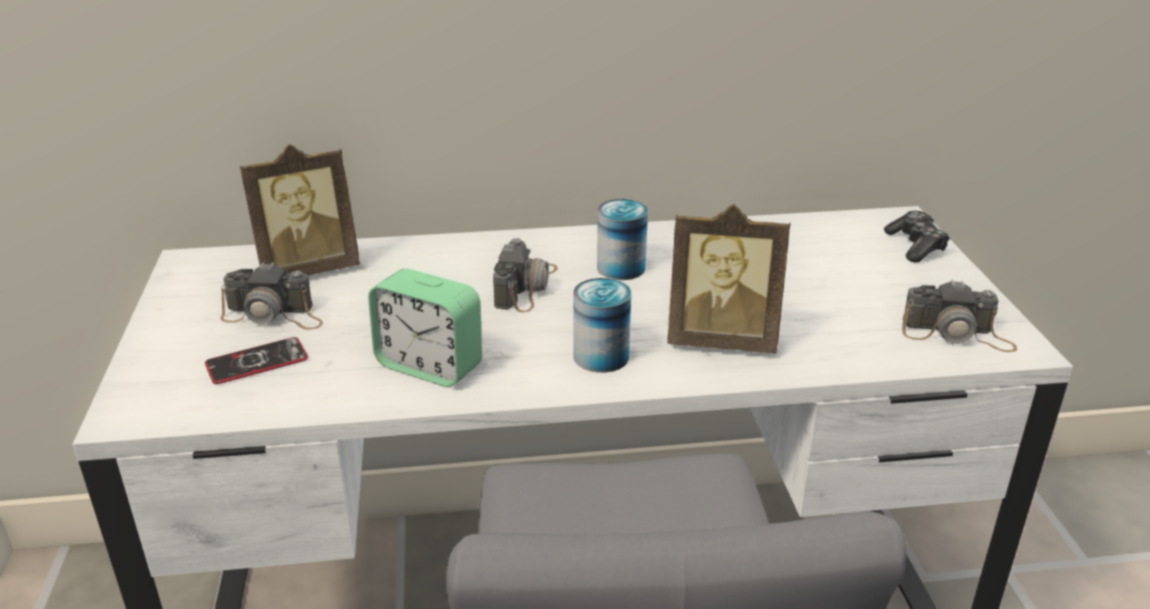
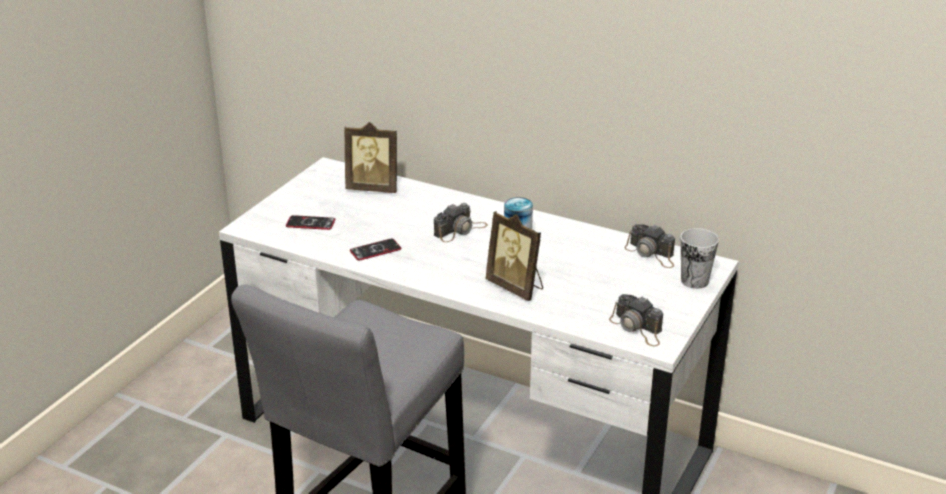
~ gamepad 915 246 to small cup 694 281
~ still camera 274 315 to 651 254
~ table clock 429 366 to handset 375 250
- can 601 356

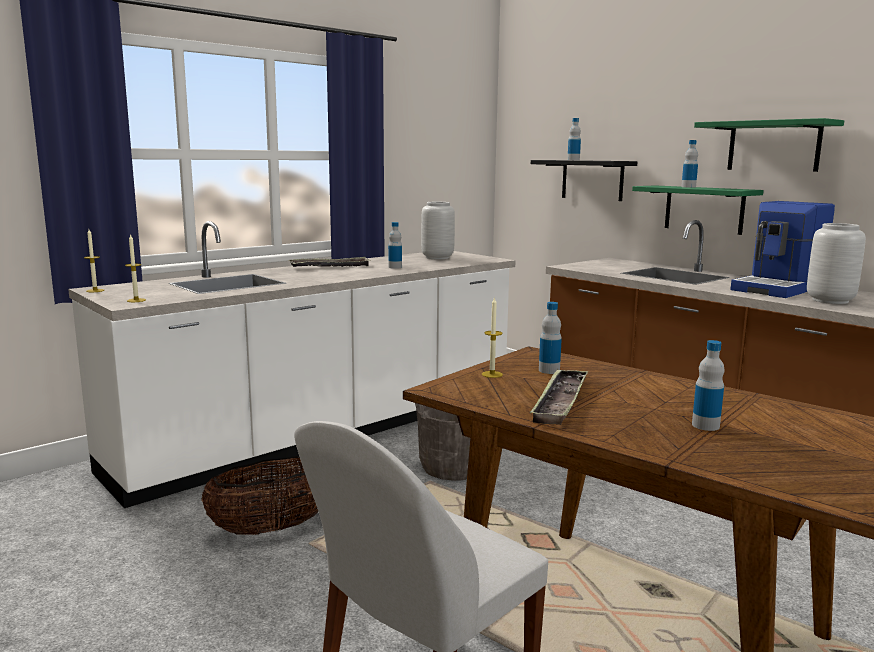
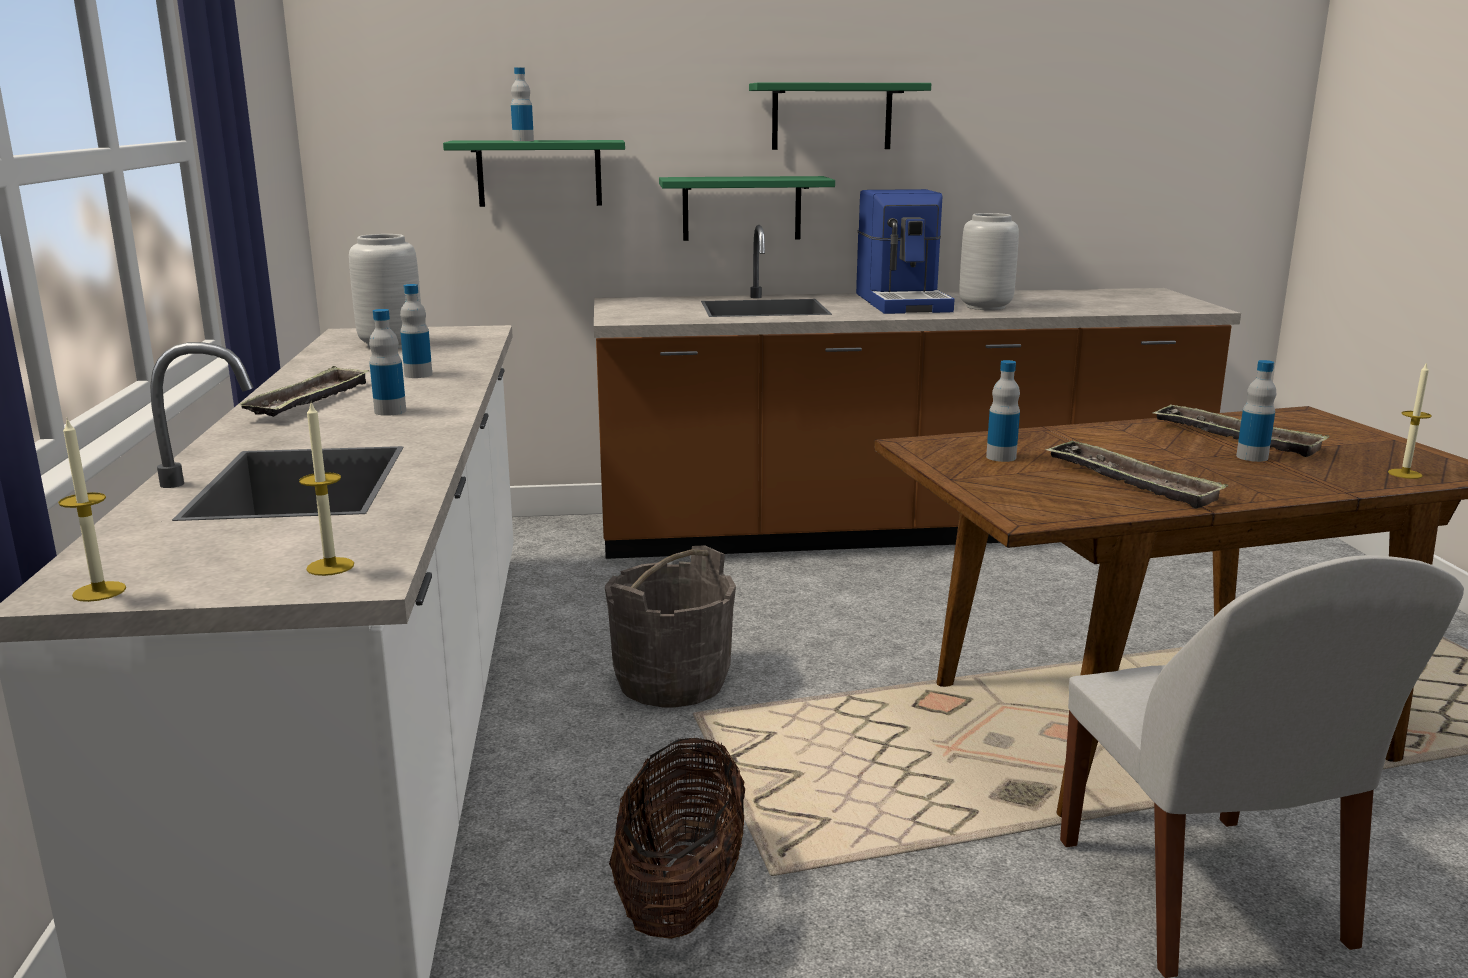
~ bottle 688 187 to 390 411
~ black bracket shelf 592 180 to green-coloured bracket shelf 539 173
~ wax light 492 374 to 1405 474
+ tray 1235 438

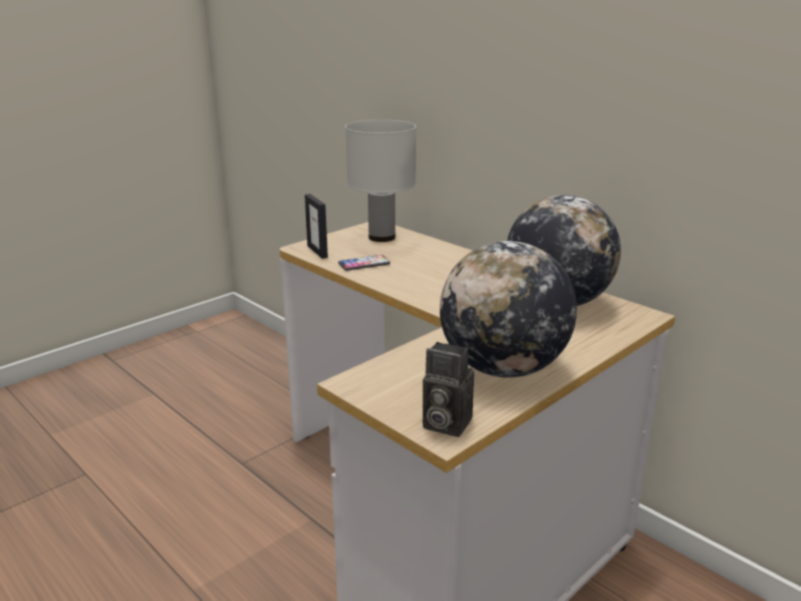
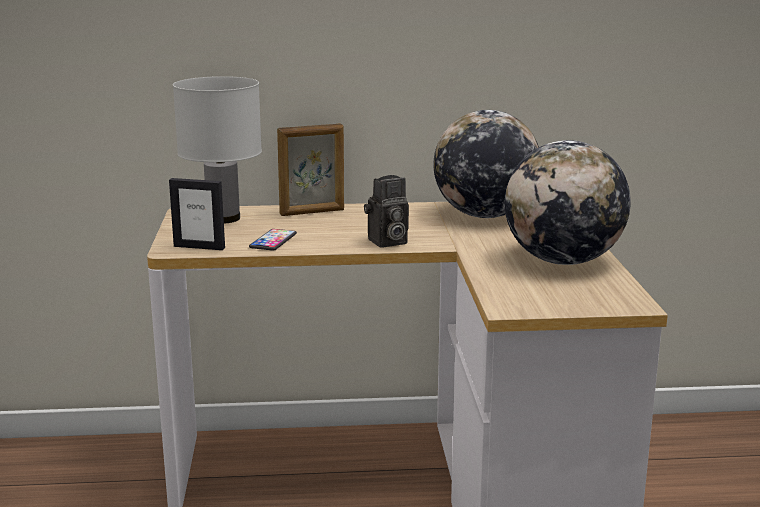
~ still camera 443 423 to 386 242
+ photo frame 312 212

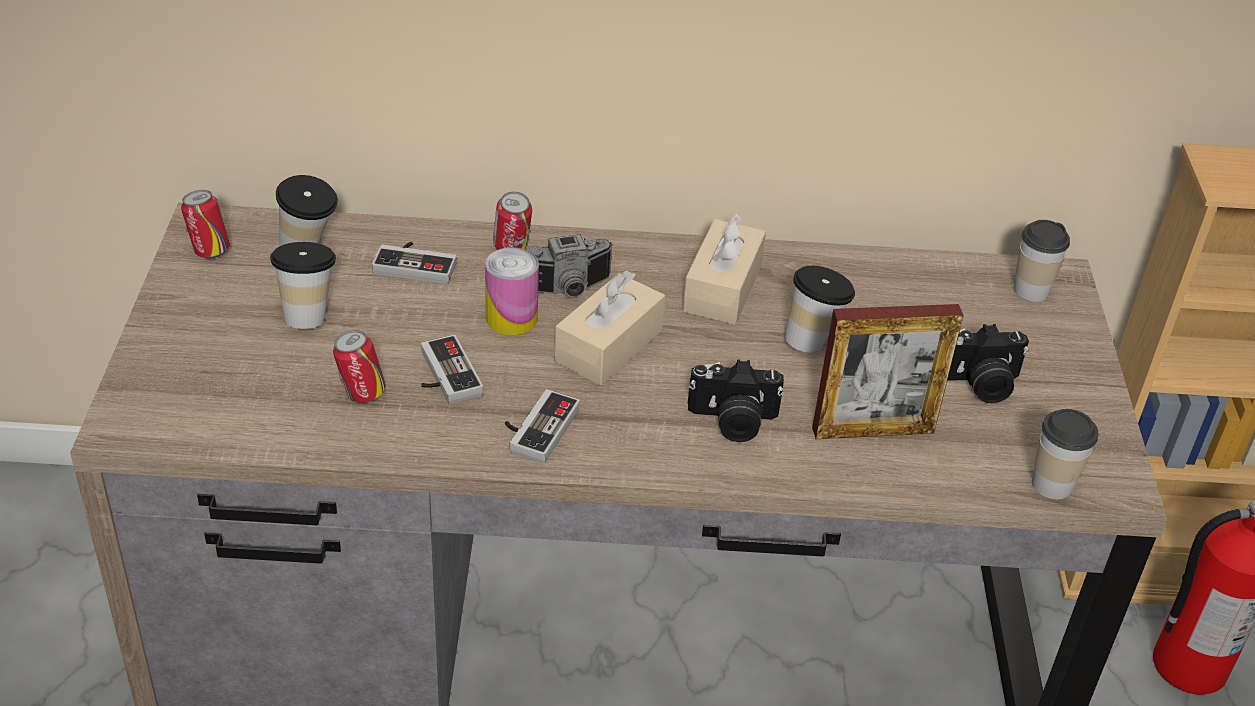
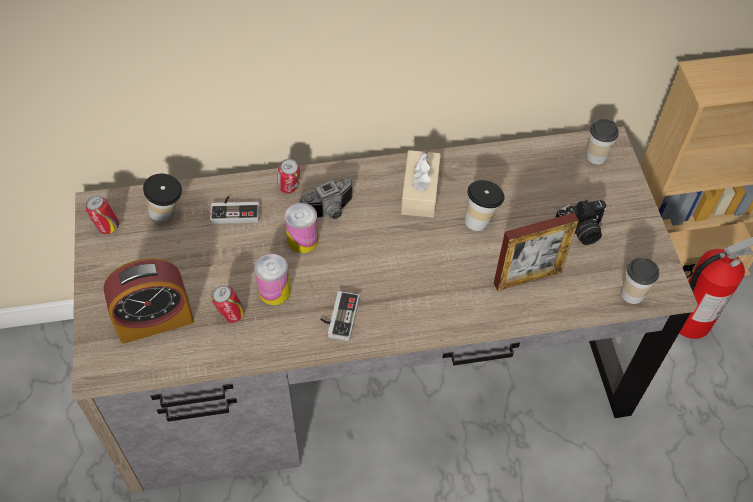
- small cup 308 314
- beige-coloured tissue box 609 346
~ gamepad 443 376 to can 274 291
- still camera 732 421
+ table clock 155 320

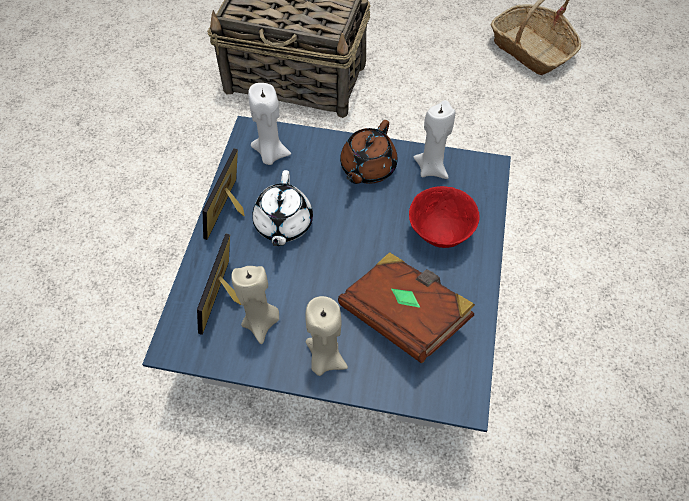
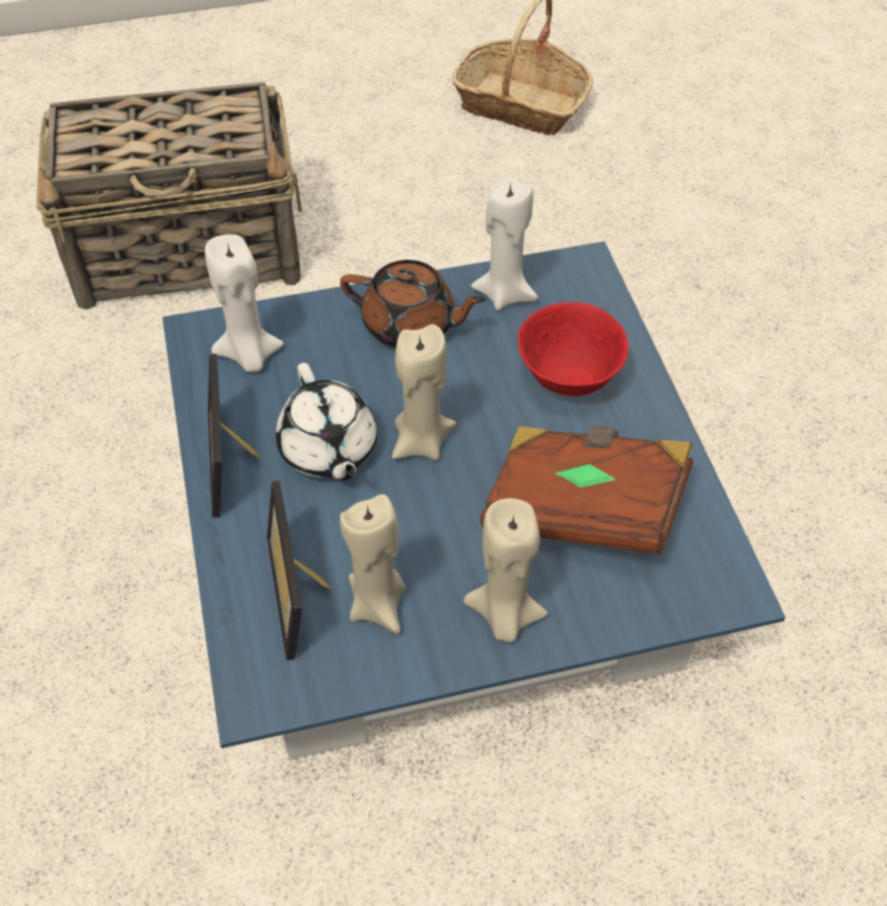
~ brown pot for tea 367 168 = 410 325 75 degrees counterclockwise
+ beige-coloured wax light 421 442

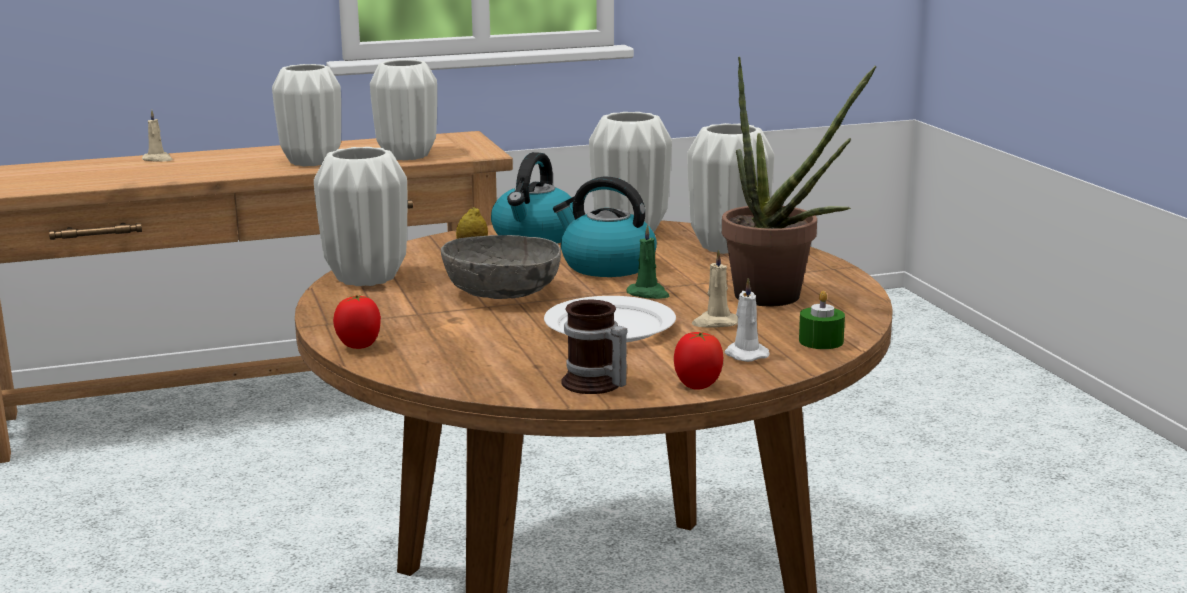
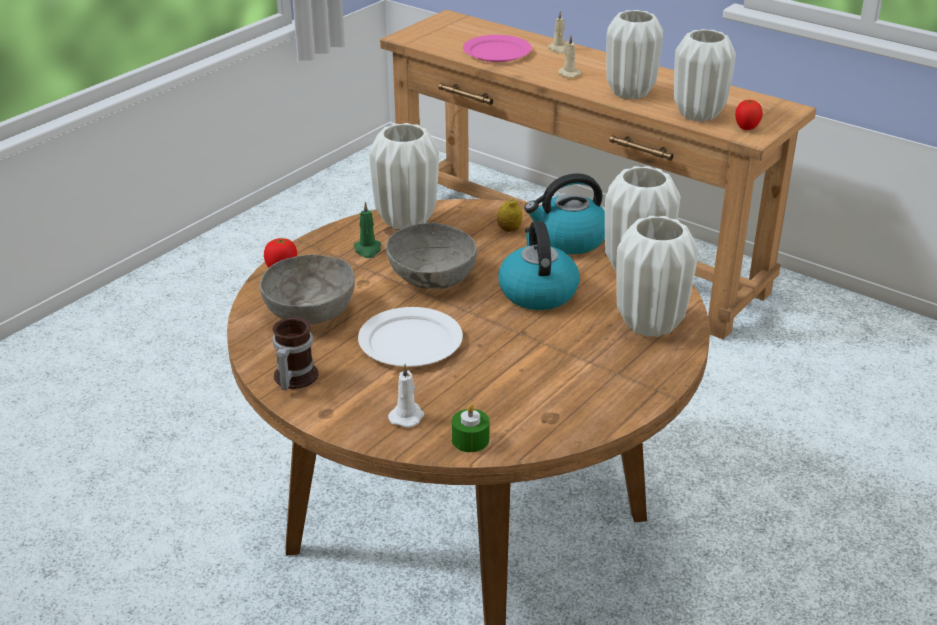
- plant in a pot 779 299
~ green-coloured wax light 649 294 to 367 250
~ beige-coloured wax light 715 323 to 568 74
~ fresh tomato 698 386 to 746 128
+ pink dinner plate 497 52
+ grey bowl 310 311

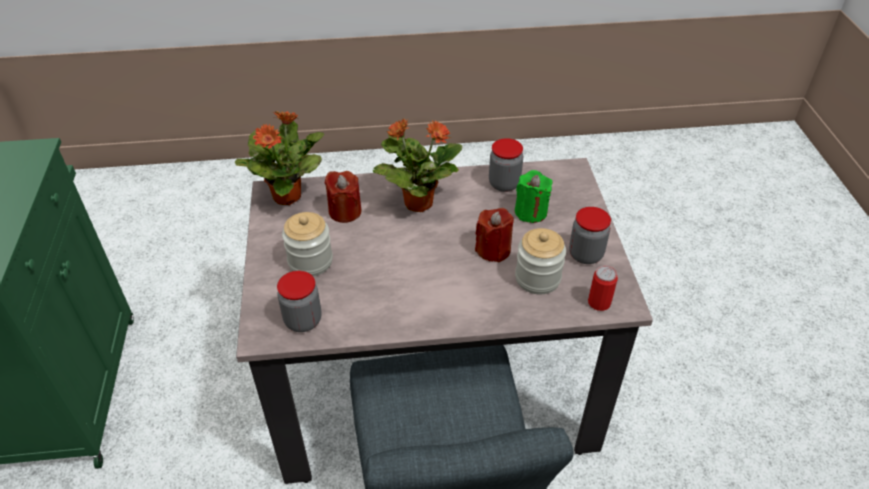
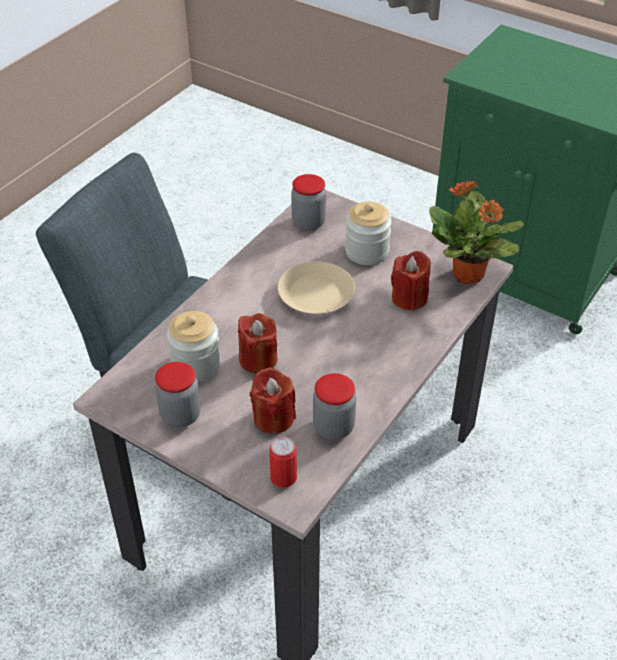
- plant in a pot 417 202
~ green-coloured wax light 531 212 to red wax light 273 418
~ can 599 302 to 283 477
+ beige-coloured dinner plate 316 294

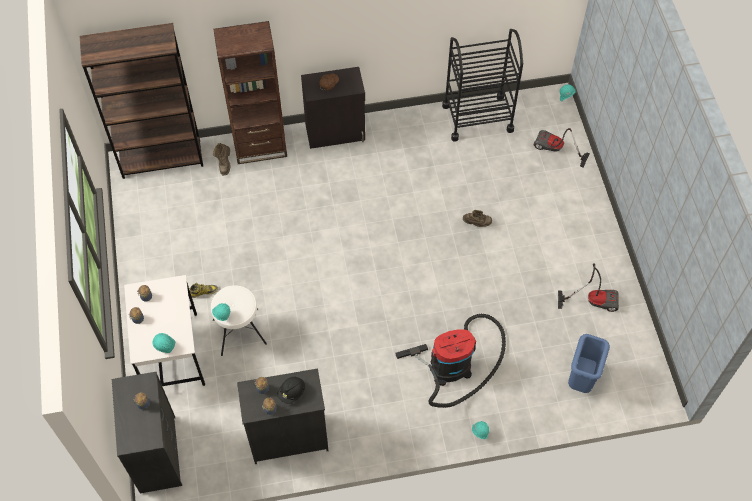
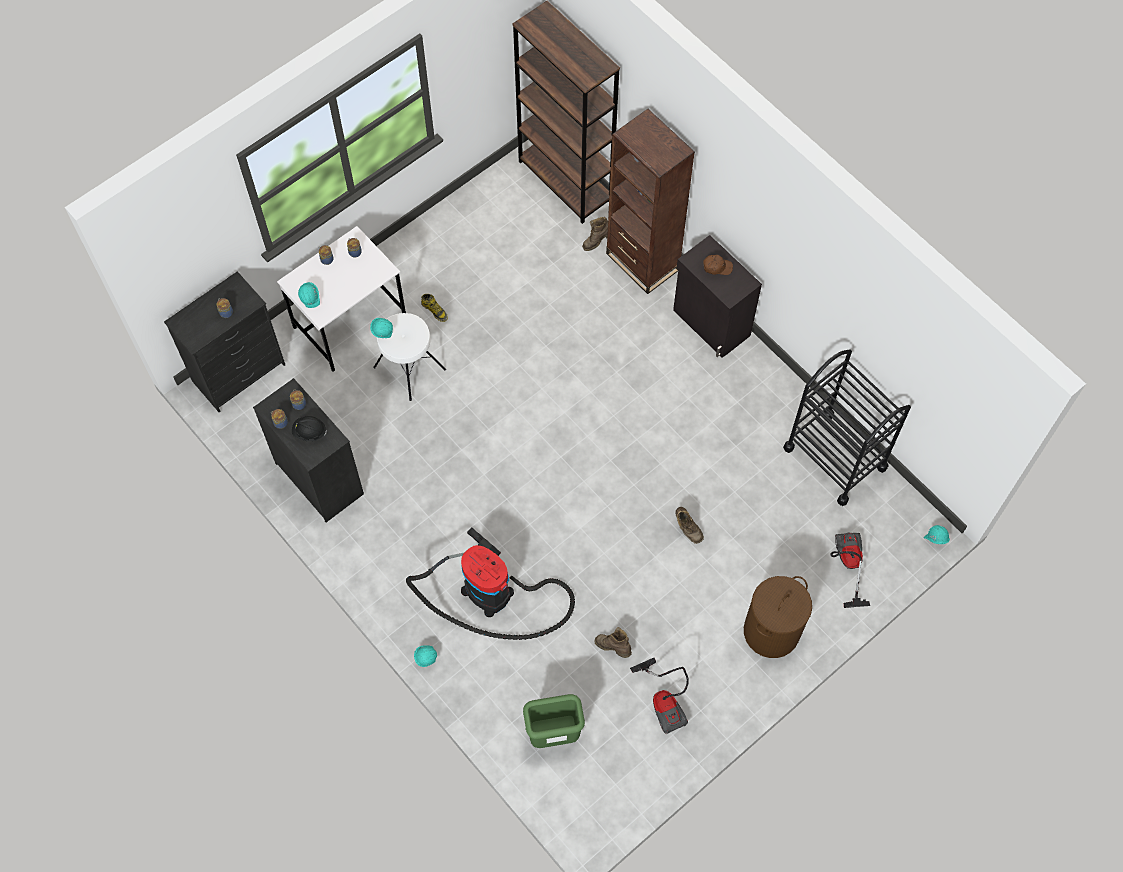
~ blue-coloured rubbish bin 580 379 to green-coloured rubbish bin 554 734
+ brown washing basket 771 631
+ brown boot 613 647

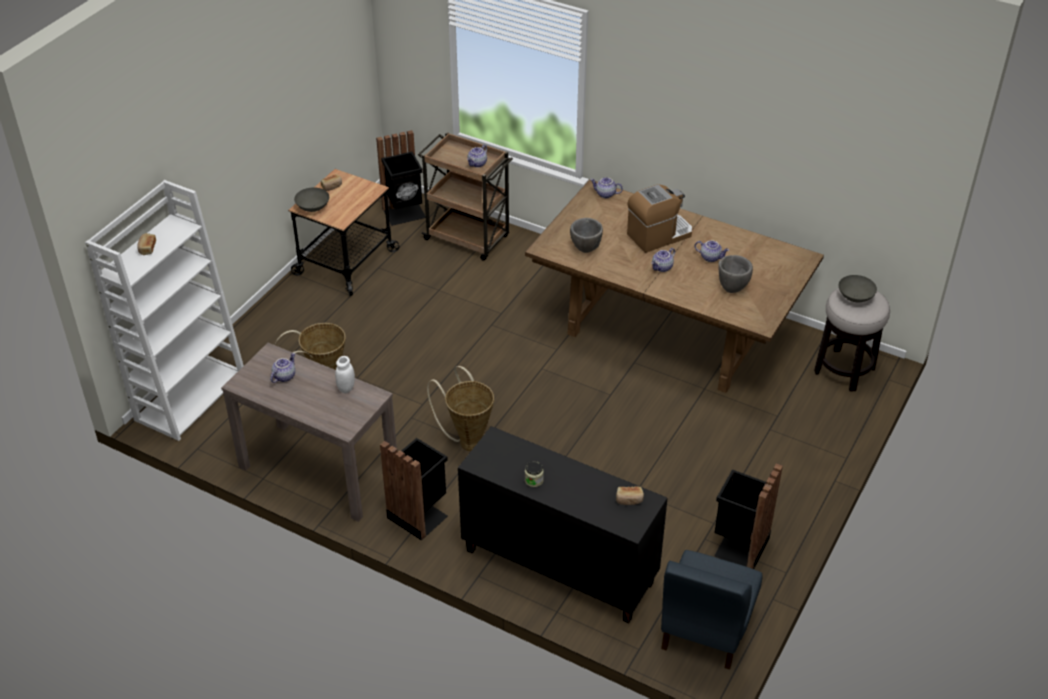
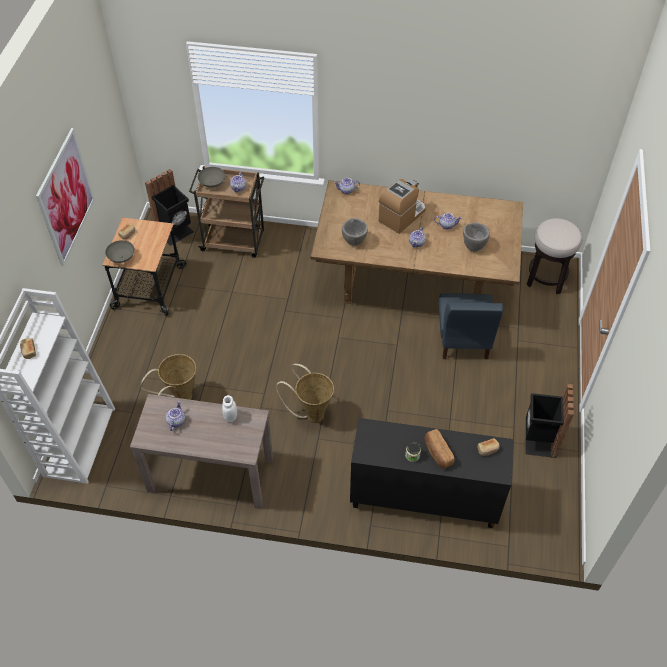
~ grey bowl 855 297 to 212 183
- black rubbish bin 419 515
~ blue-coloured chair 705 629 to 463 339
+ picture 66 197
+ bakery bread 437 453

